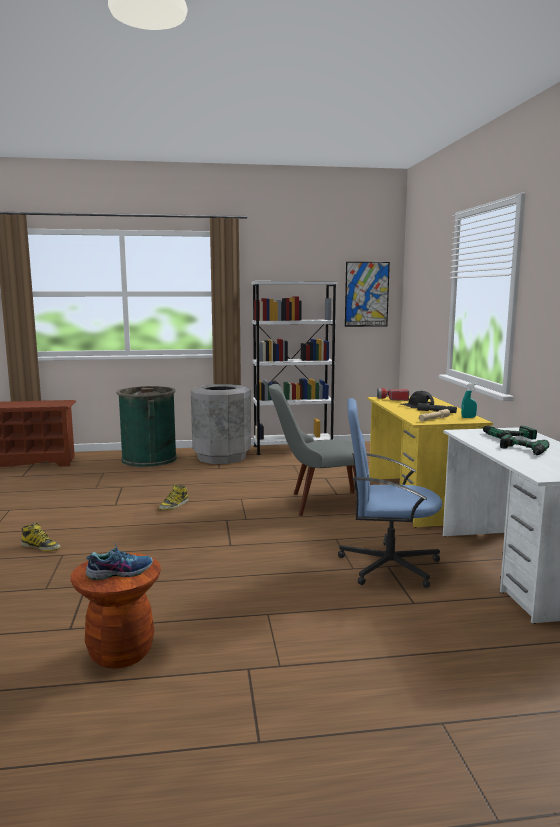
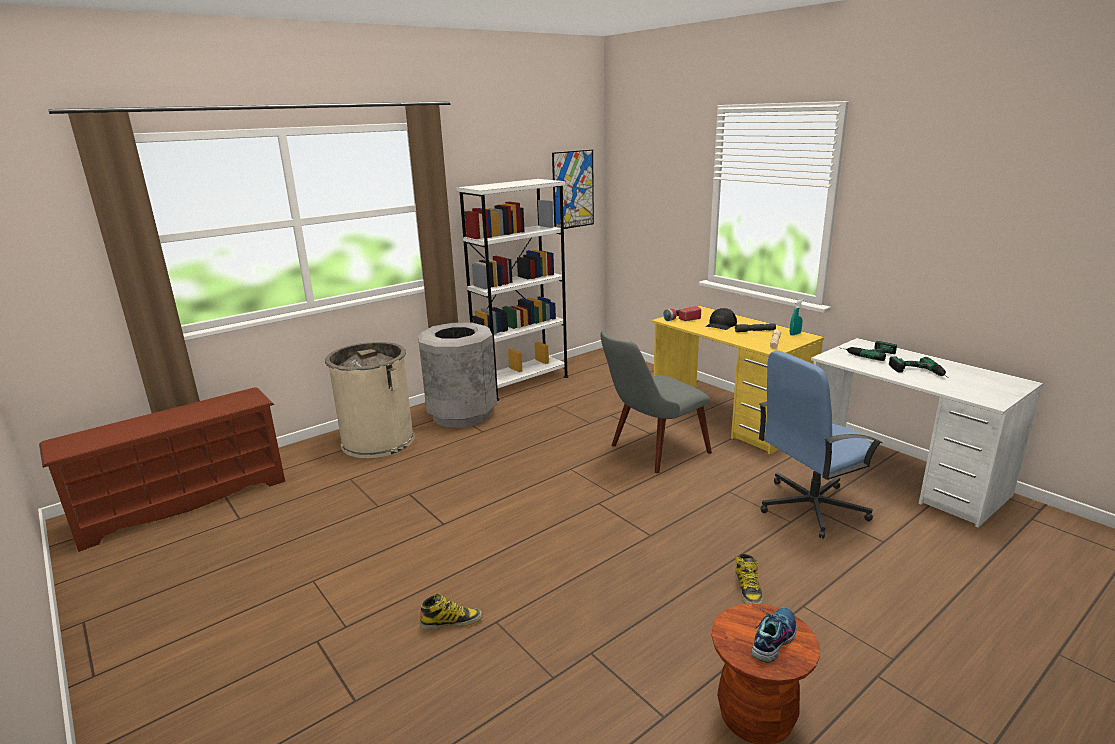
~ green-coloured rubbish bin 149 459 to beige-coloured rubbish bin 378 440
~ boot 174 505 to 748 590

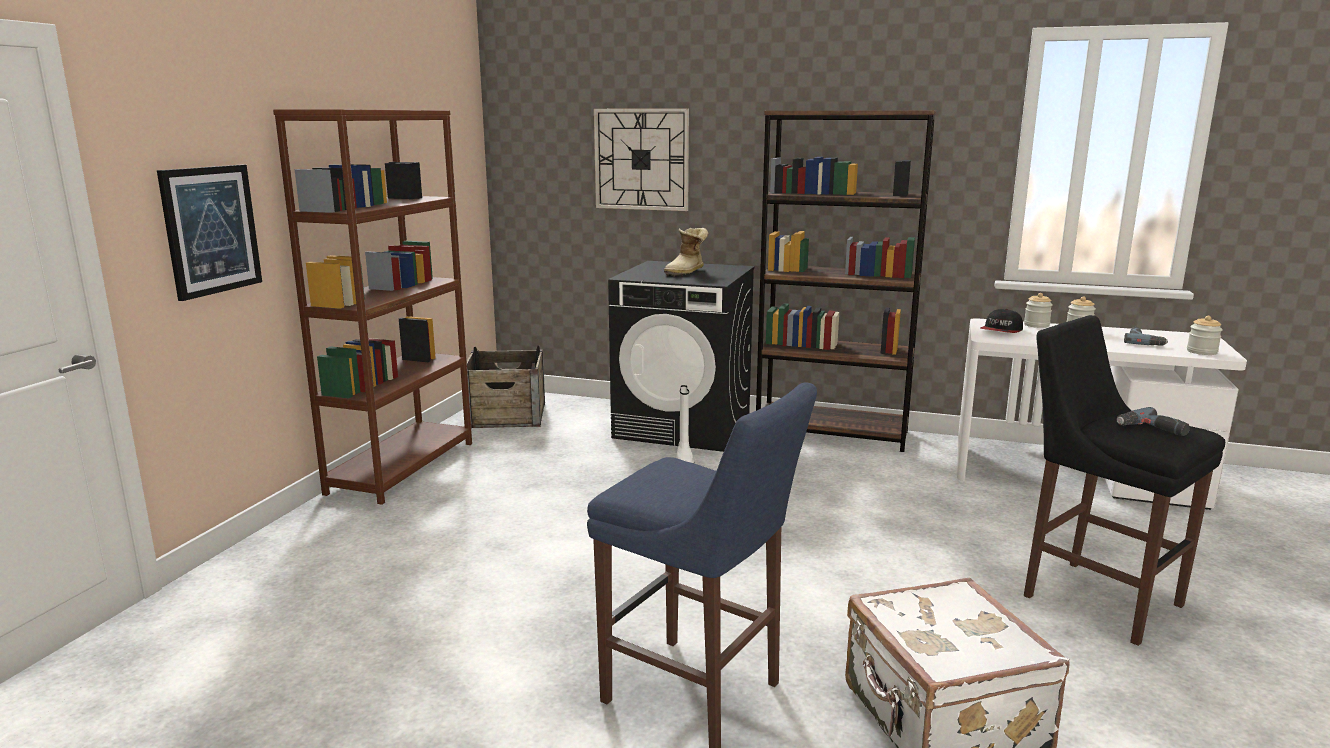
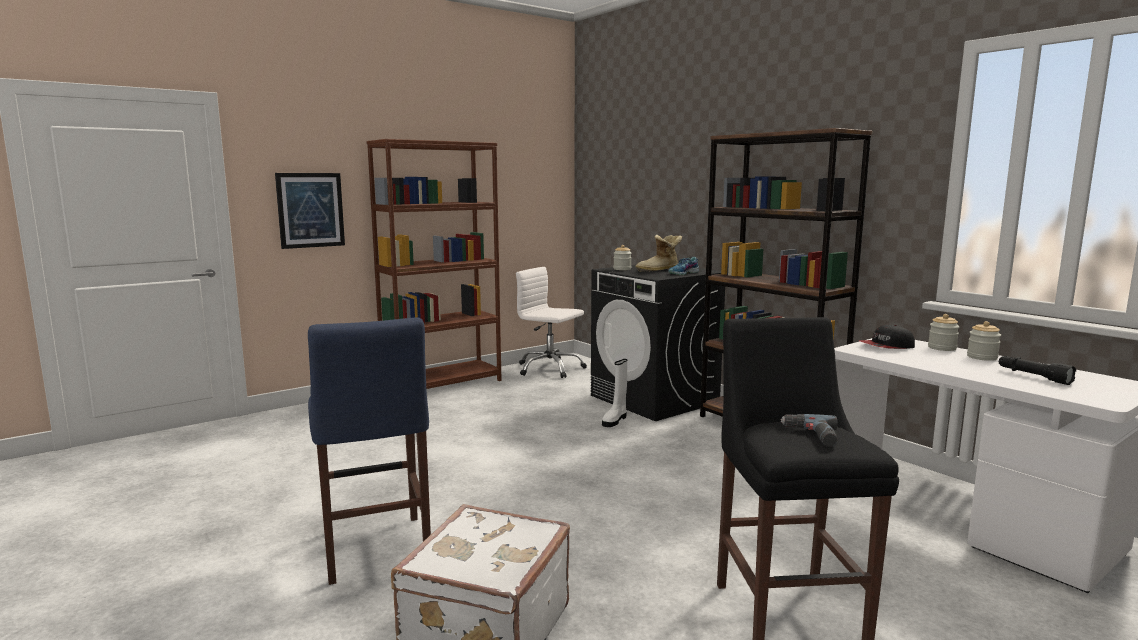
- hanging clock 641 159
~ preserve jar 1201 352 to 622 269
~ drill 1144 341 to black torch 1033 376
~ crate 506 415 to white-coloured computer chair 549 368
+ low shoe 683 273

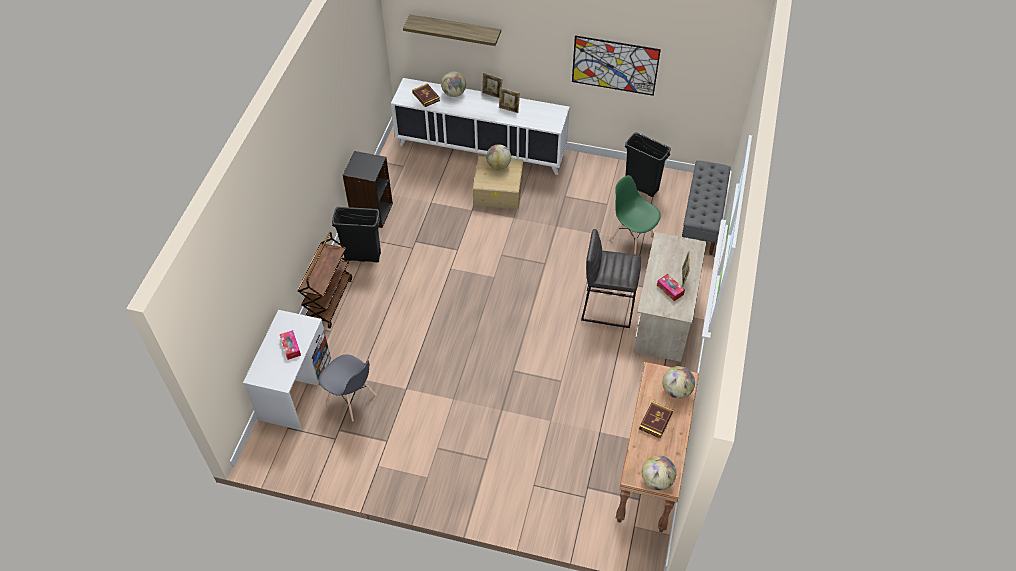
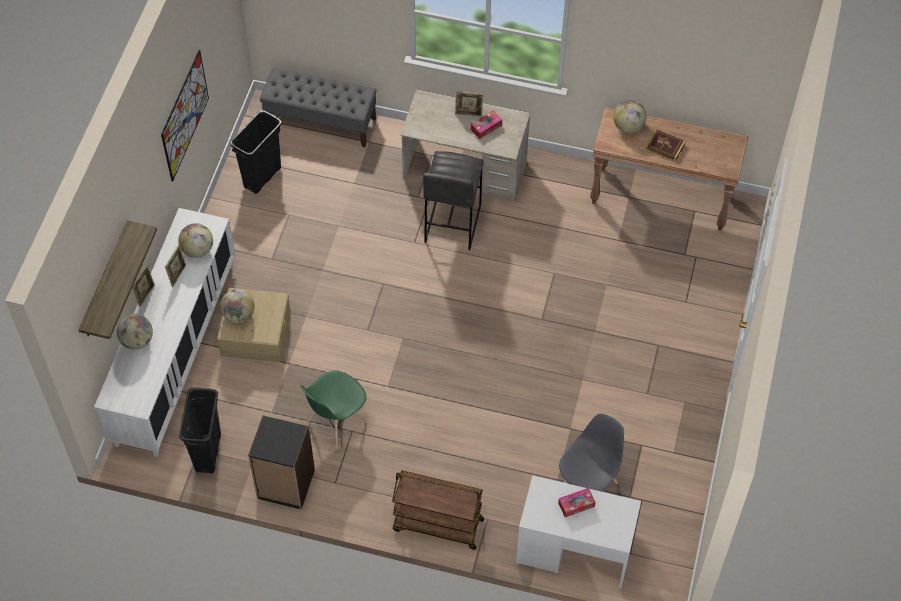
- book 426 96
~ green-coloured chair 632 239 to 336 422
~ black rubbish bin 363 256 to 208 452
~ globe 657 480 to 198 250

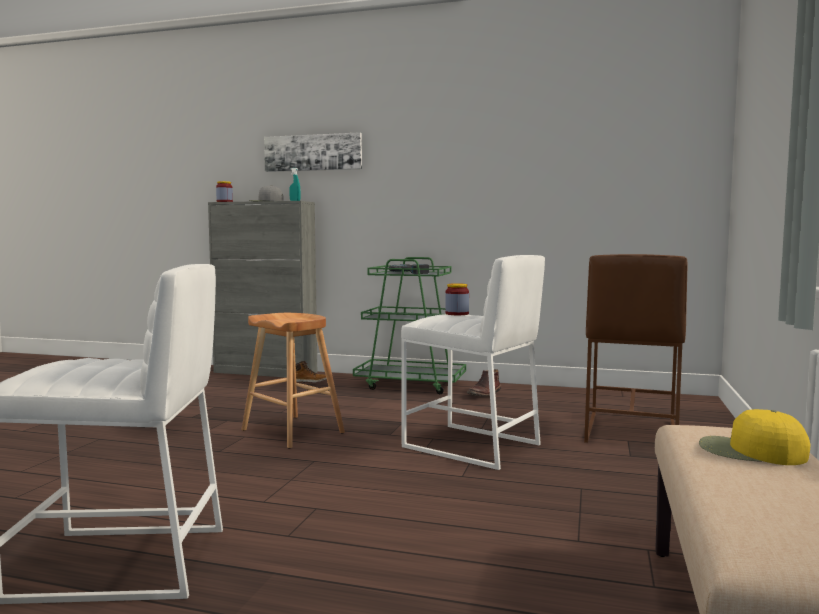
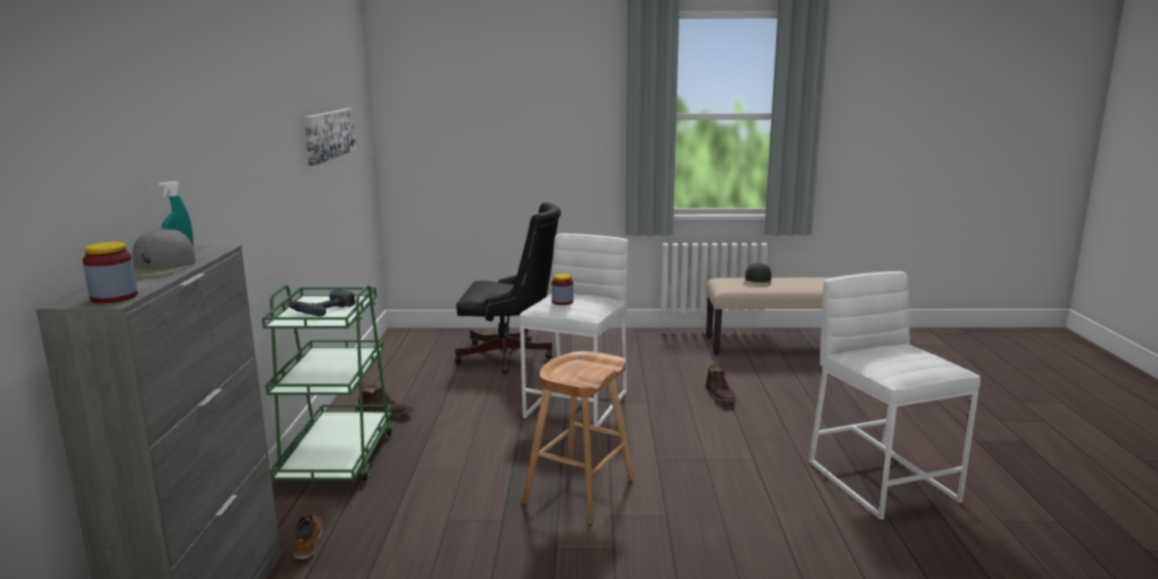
~ picture 313 153 to 328 134
~ brown stool 629 431 to black computer chair 510 356
~ yellowish baseball cap 750 451 to black baseball cap 758 281
+ brown boot 721 396

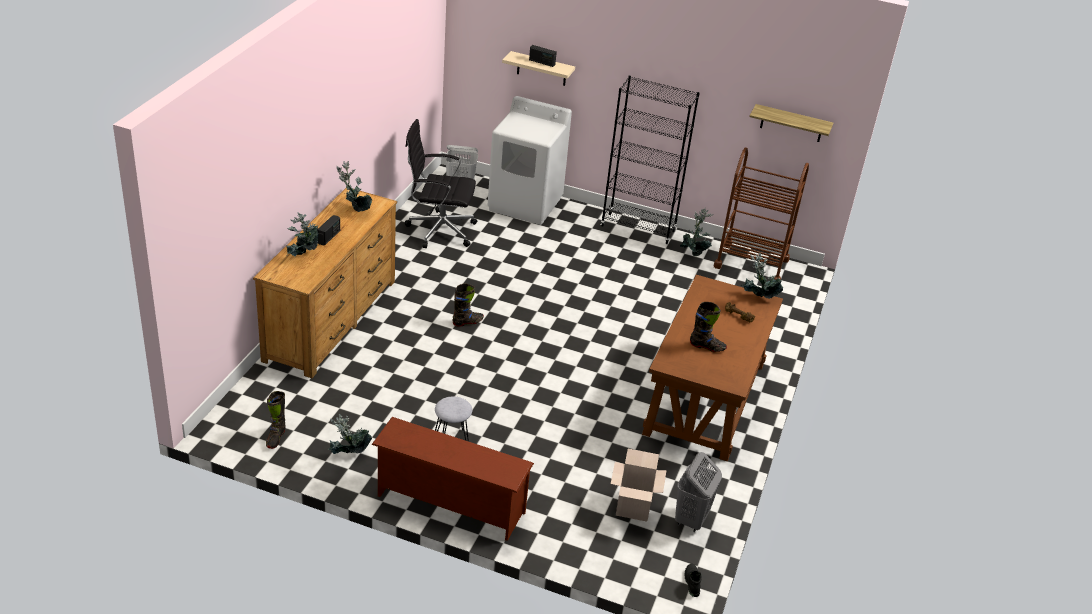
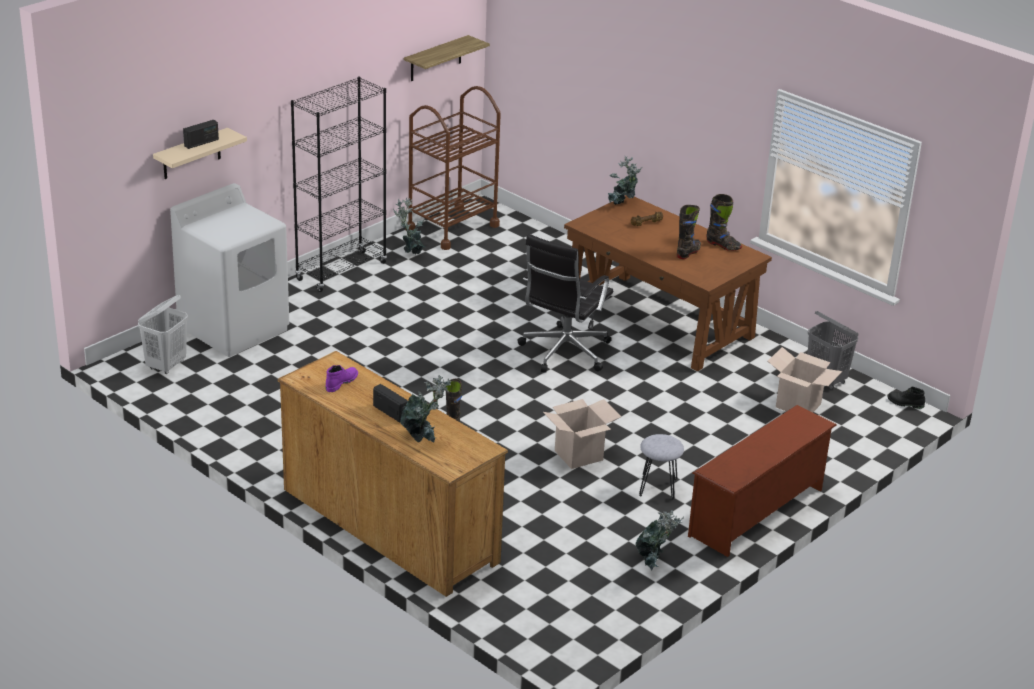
~ black computer chair 439 230 to 563 352
~ plant in a pot 355 210 to purple boot 341 382
~ black boot 276 438 to 723 246
+ carton 578 455

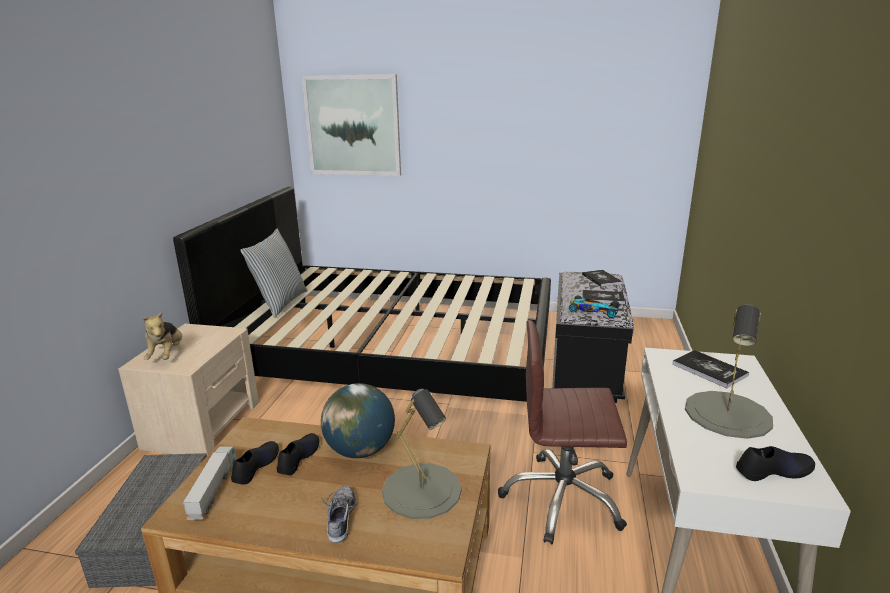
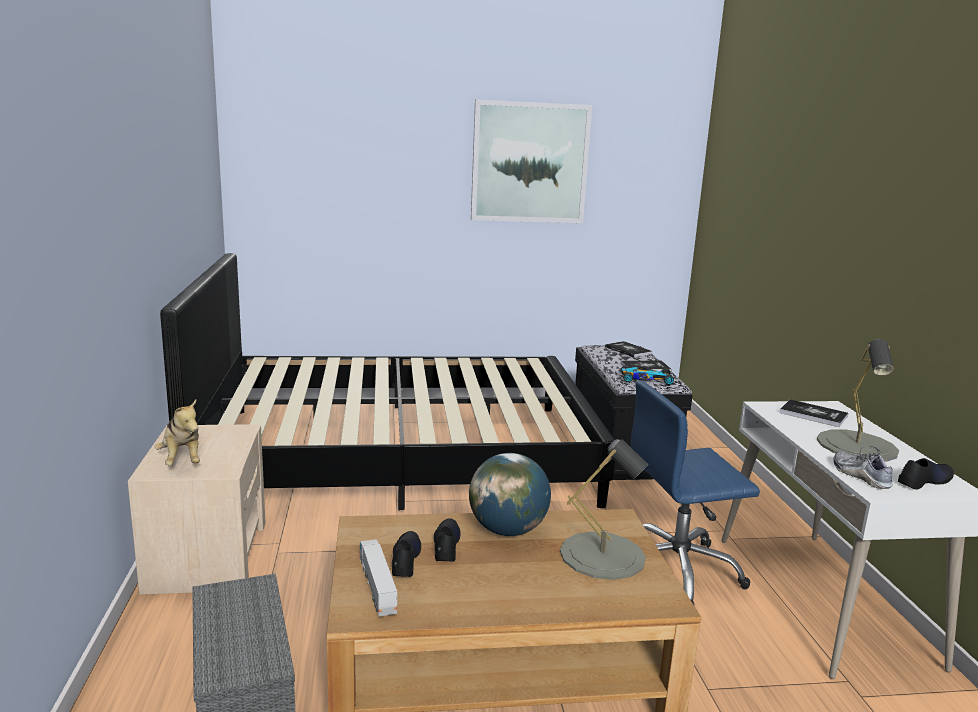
~ picture 353 126 to 530 163
- throw pillow 280 303
~ brown computer chair 562 499 to blue-coloured computer chair 676 571
~ low shoe 340 518 to 860 476

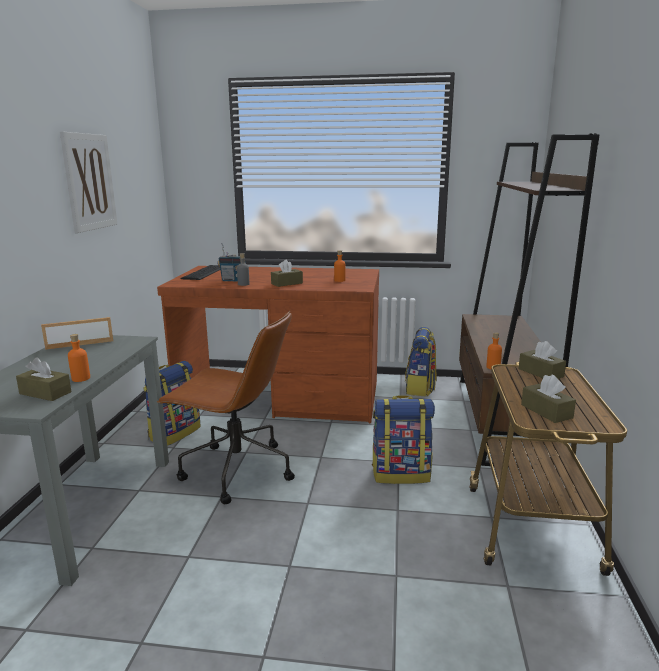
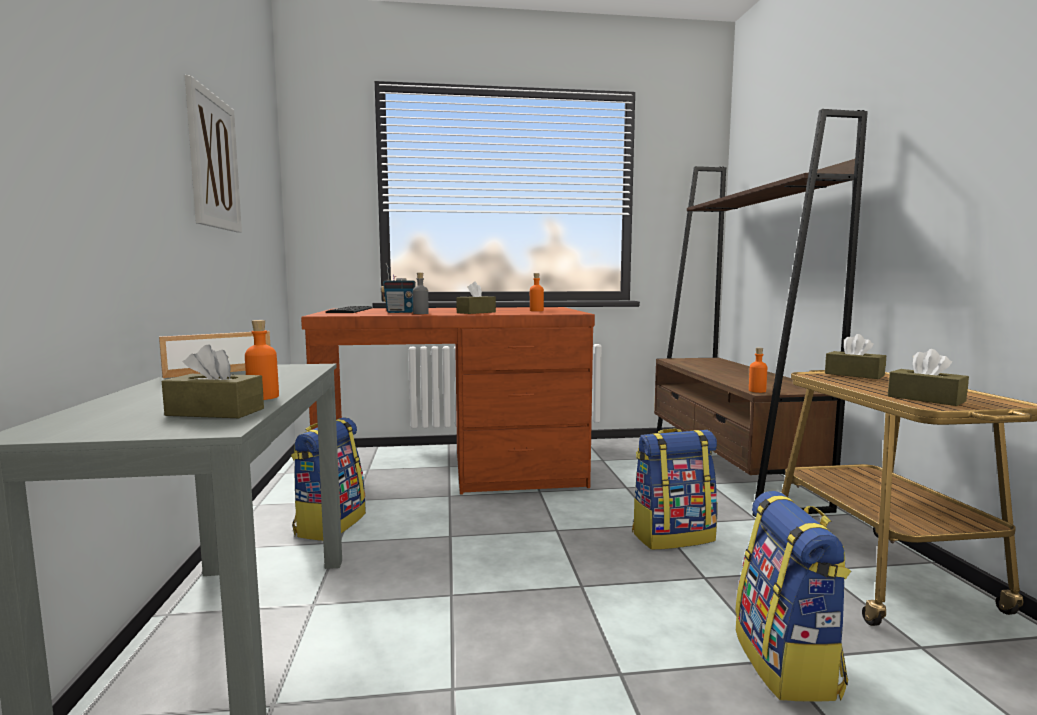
- brown computer chair 235 470
~ rucksack 420 388 to 788 664

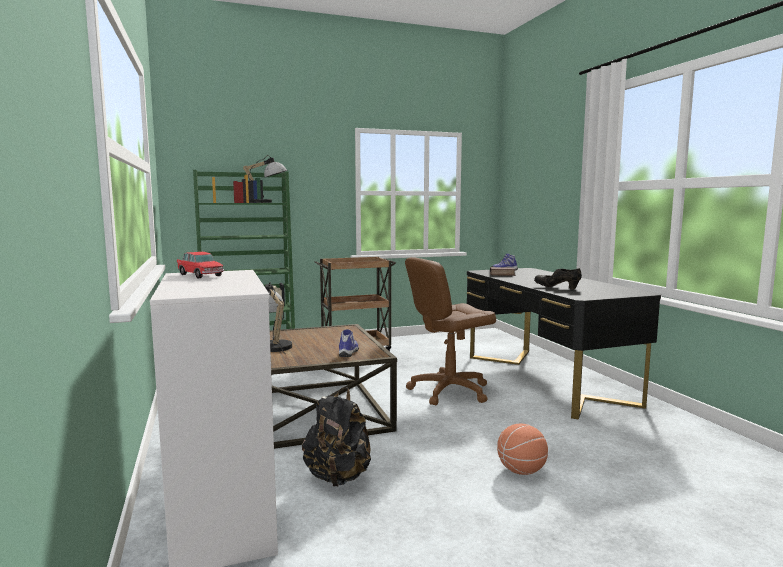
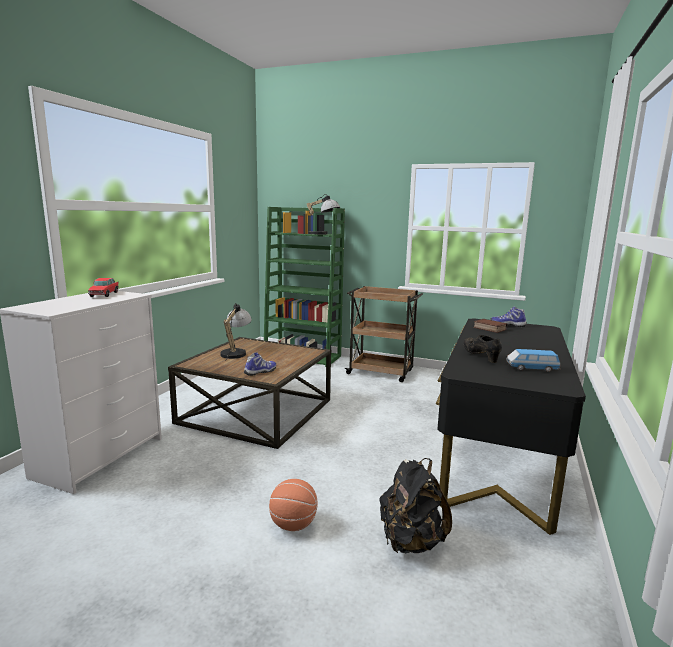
- brown computer chair 449 391
~ black rucksack 338 477 to 411 542
+ toy car 531 368

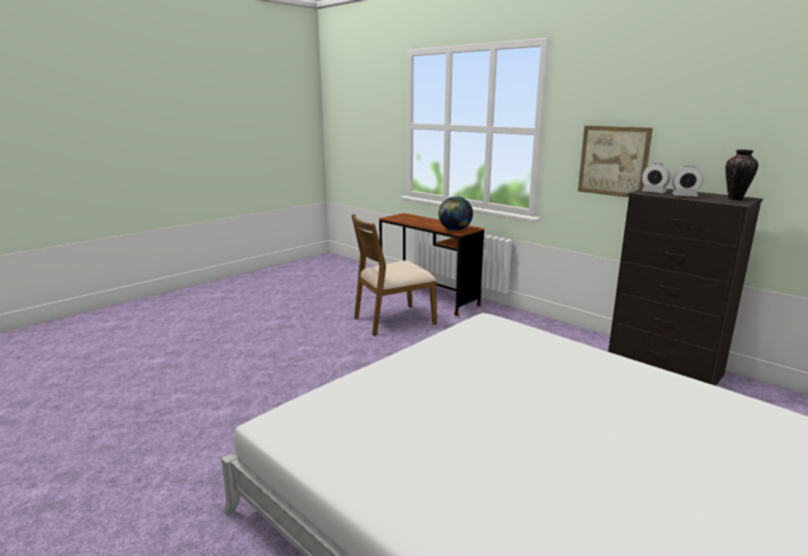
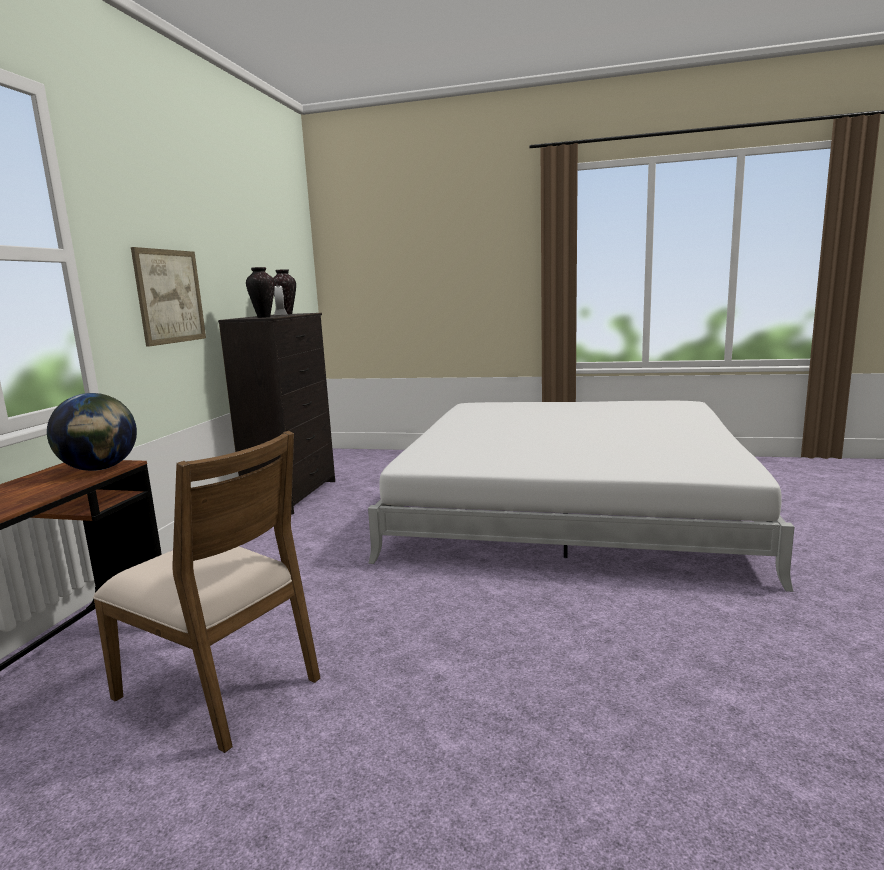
~ table clock 654 192 to vase 263 317

